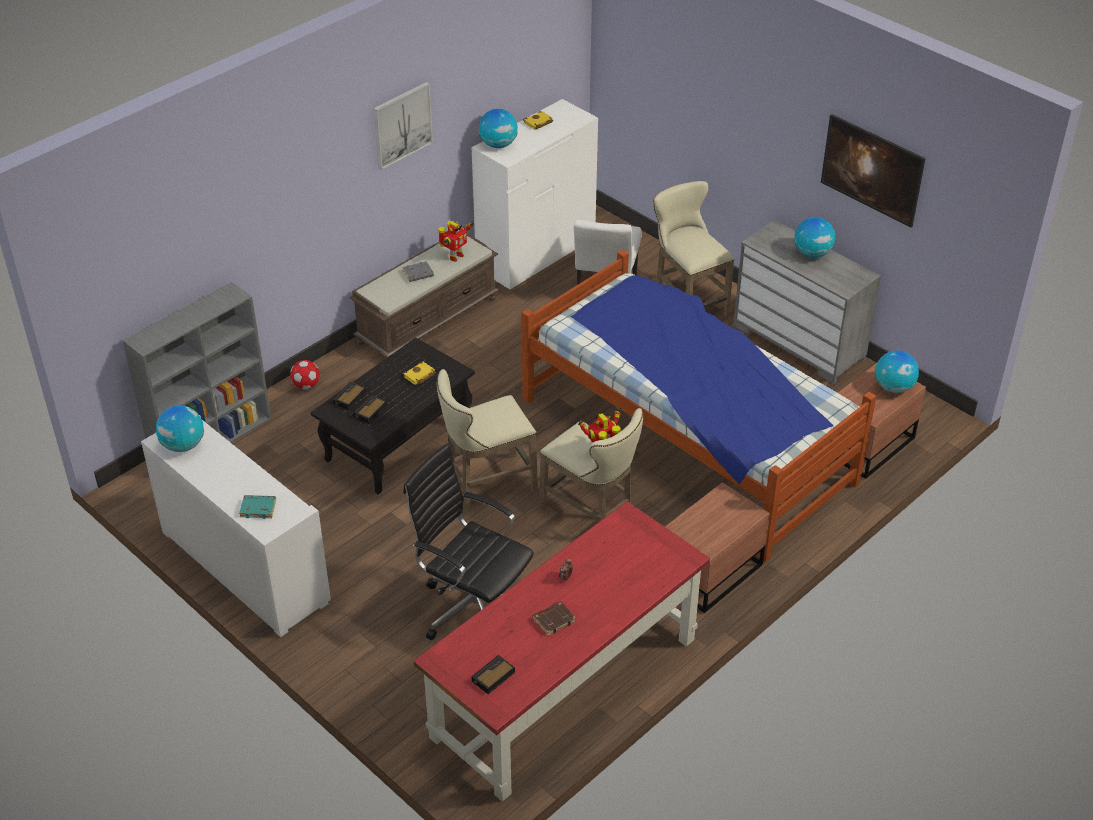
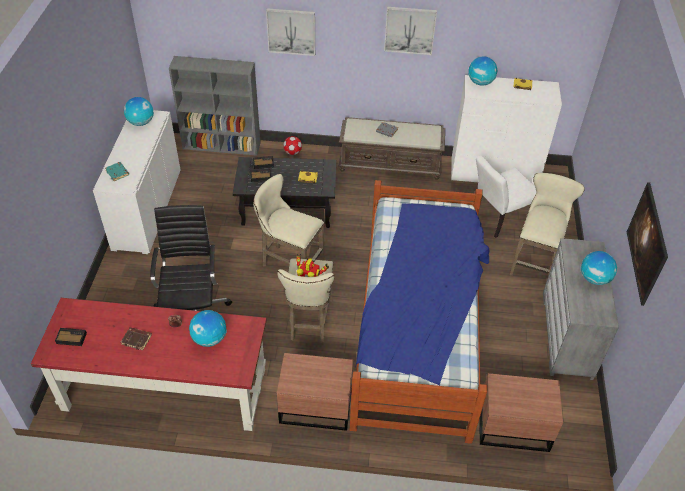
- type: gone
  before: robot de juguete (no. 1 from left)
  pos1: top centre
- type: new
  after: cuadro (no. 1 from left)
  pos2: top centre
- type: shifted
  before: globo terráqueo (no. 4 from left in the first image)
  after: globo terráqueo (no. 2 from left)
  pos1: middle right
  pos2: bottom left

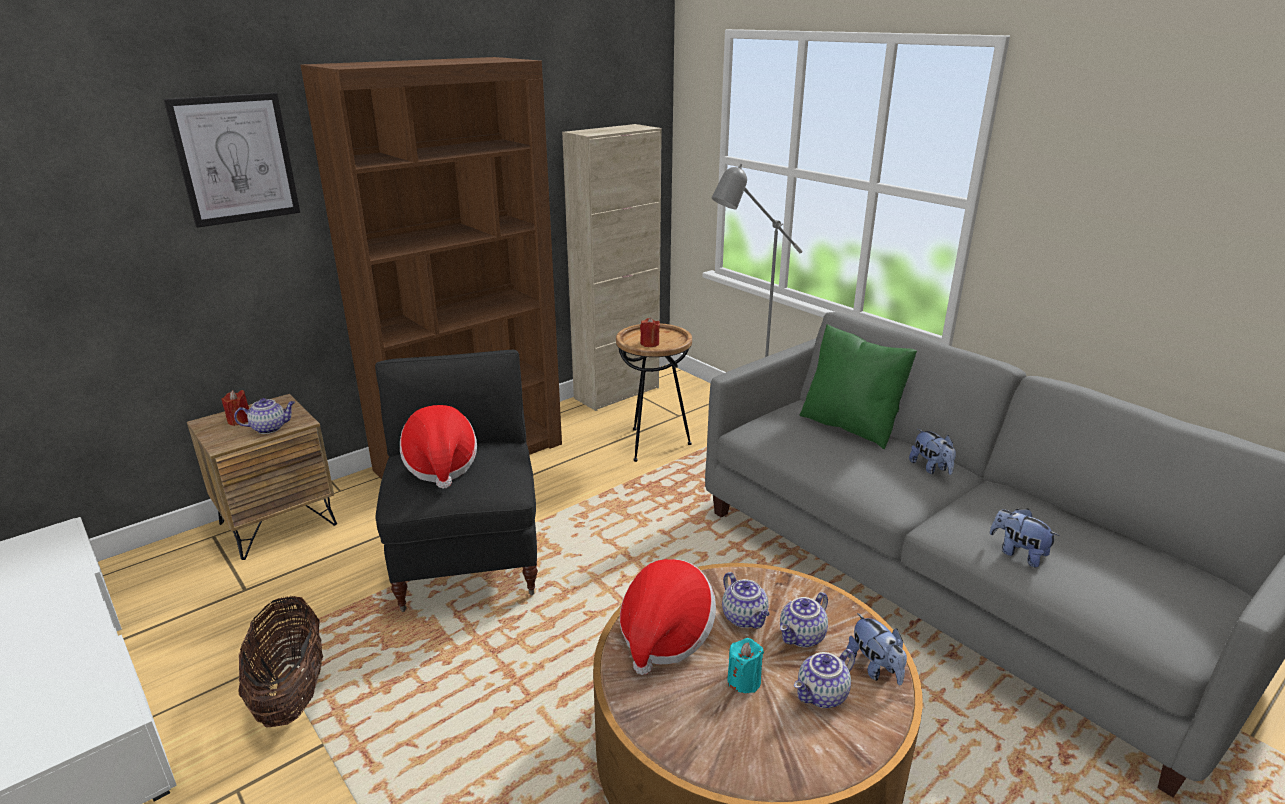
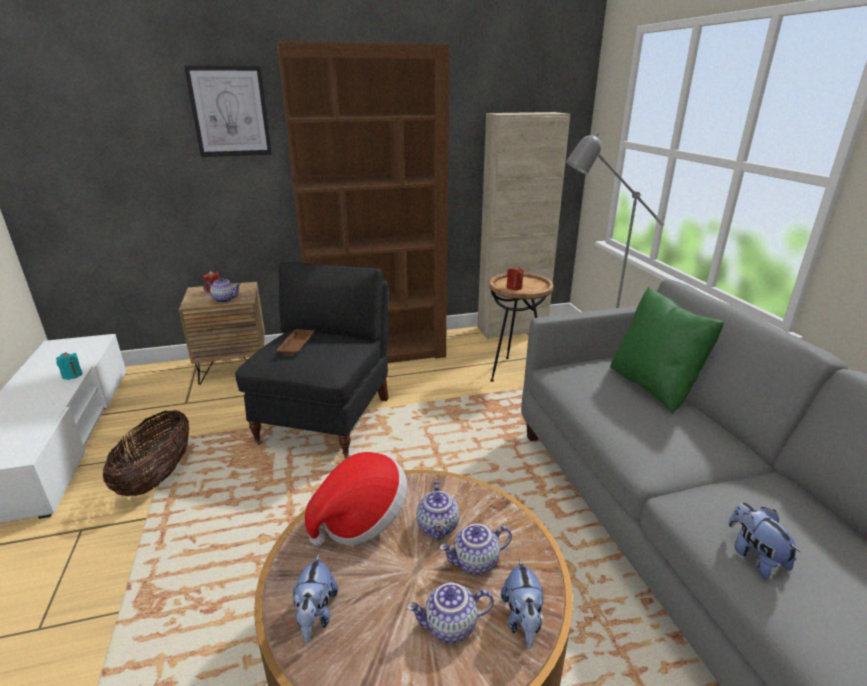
- type: shifted
  before: vela (turquesa)
  pos1: bottom centre
  pos2: middle left
- type: shifted
  before: peluche (no. 2 from left in the first image)
  after: peluche (no. 1 from left)
  pos1: middle right
  pos2: bottom centre
- type: swapped
  before: sombrero (no. 1 from left)
  after: bandeja (marrón)
  pos1: centre
  pos2: centre

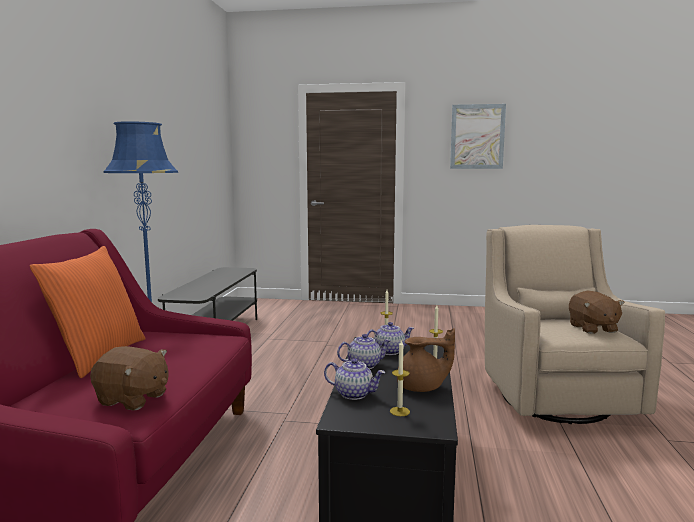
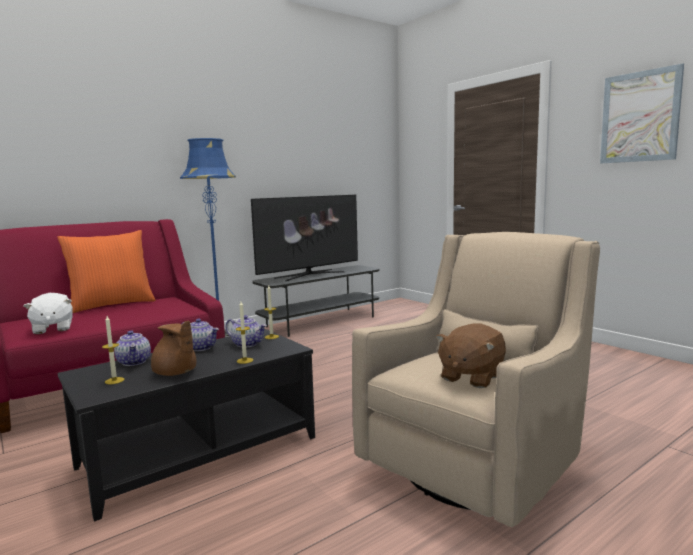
- type: new
  after: televisor
  pos2: centre
- type: repainted
  before: peluche (marrón) (no. 1 from left)
  after: peluche (blanco)
  pos1: bottom left
  pos2: middle left

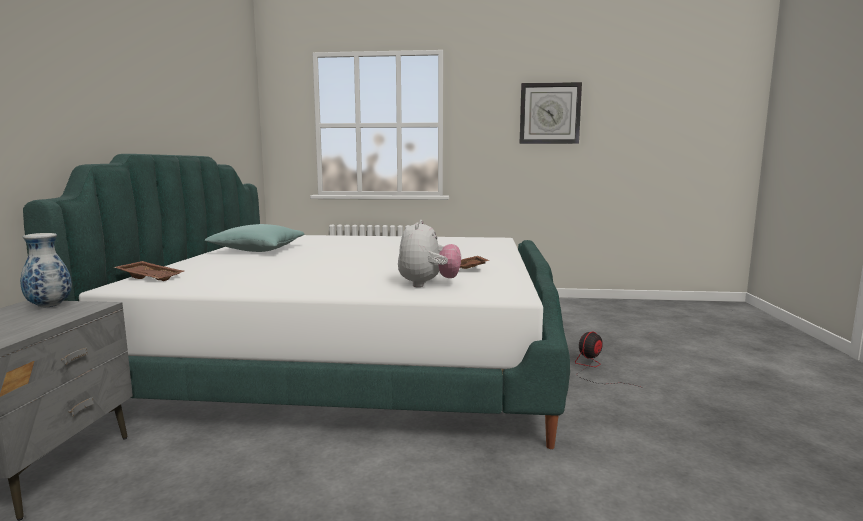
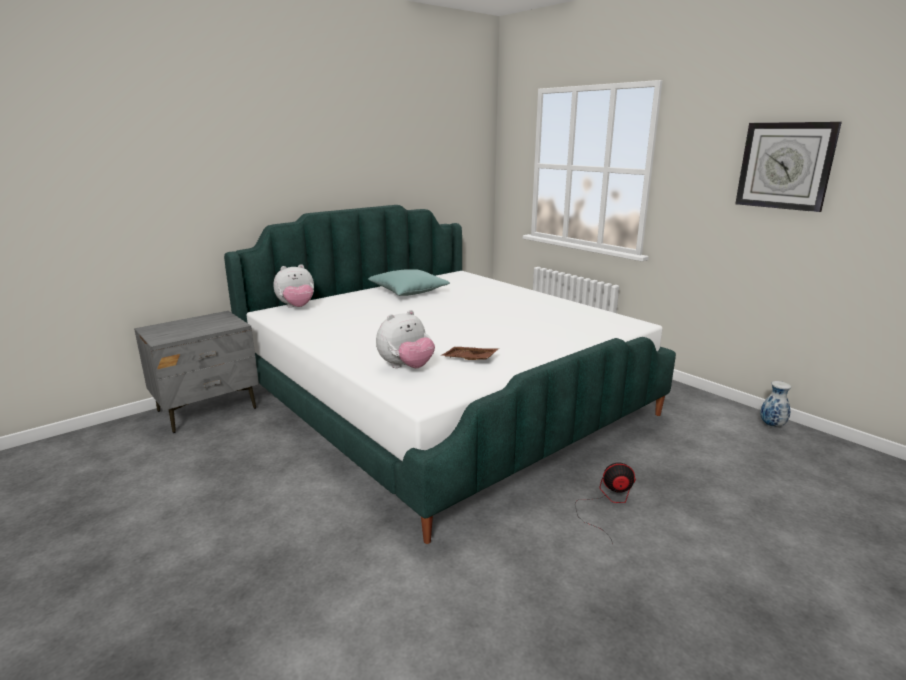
- type: shifted
  before: florero
  pos1: middle left
  pos2: middle right
- type: swapped
  before: bandeja (marrón) (no. 1 from left)
  after: peluche (no. 1 from left)
  pos1: middle left
  pos2: middle left

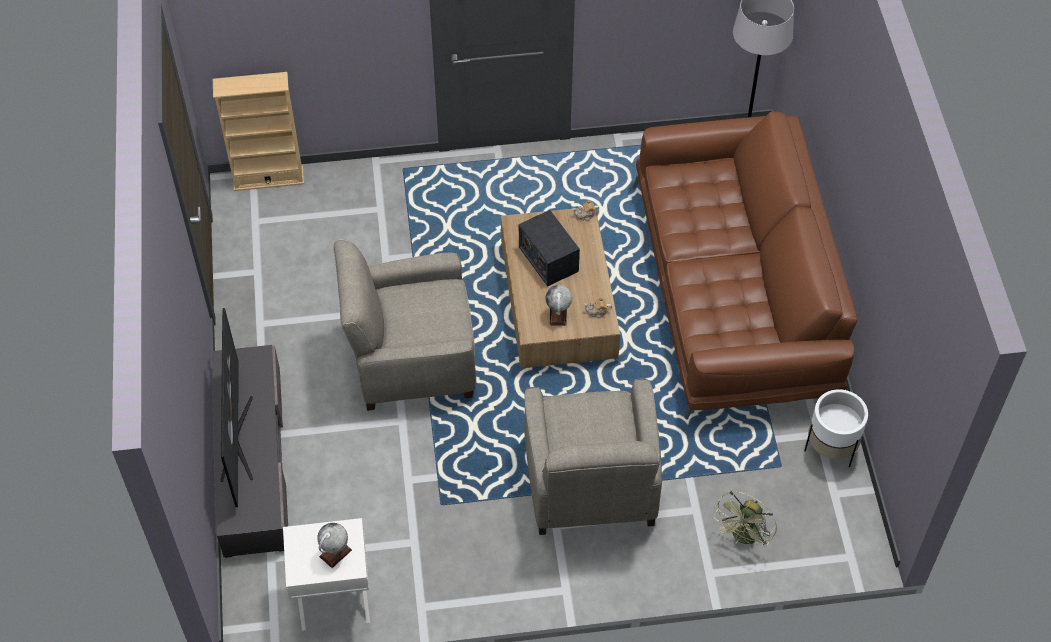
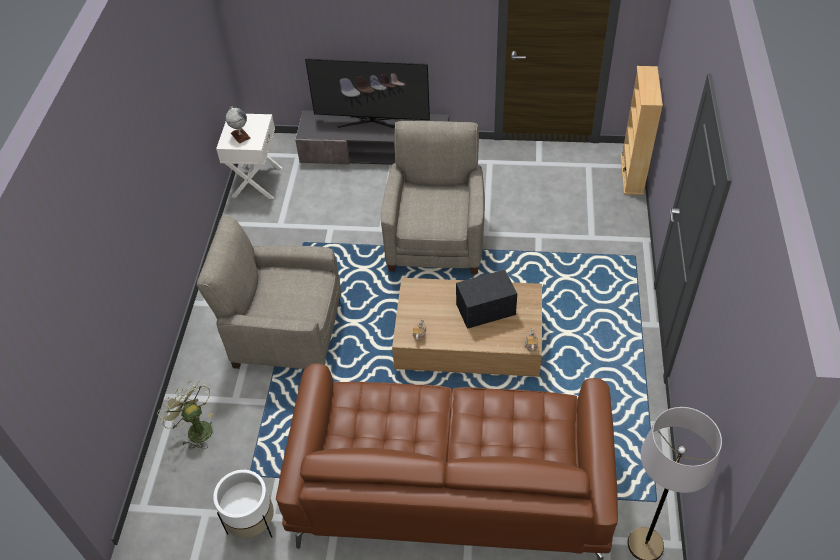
- type: gone
  before: globo terráqueo (no. 2 from left)
  pos1: centre

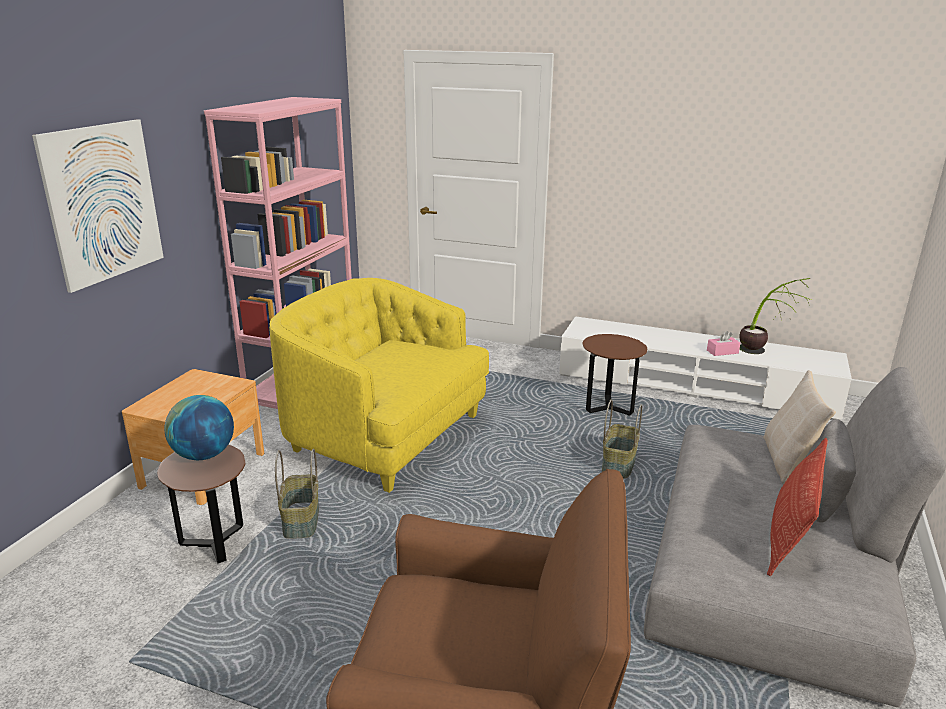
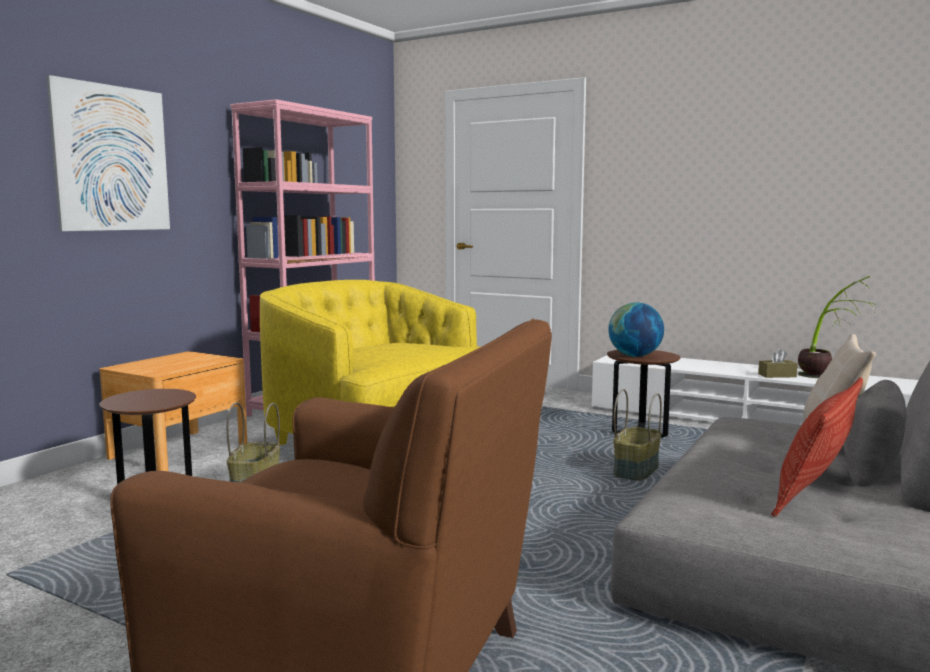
- type: shifted
  before: globo terráqueo
  pos1: middle left
  pos2: middle right
- type: repainted
  before: caja de pañuelos (rosa)
  after: caja de pañuelos (marrón)
  pos1: middle right
  pos2: middle right

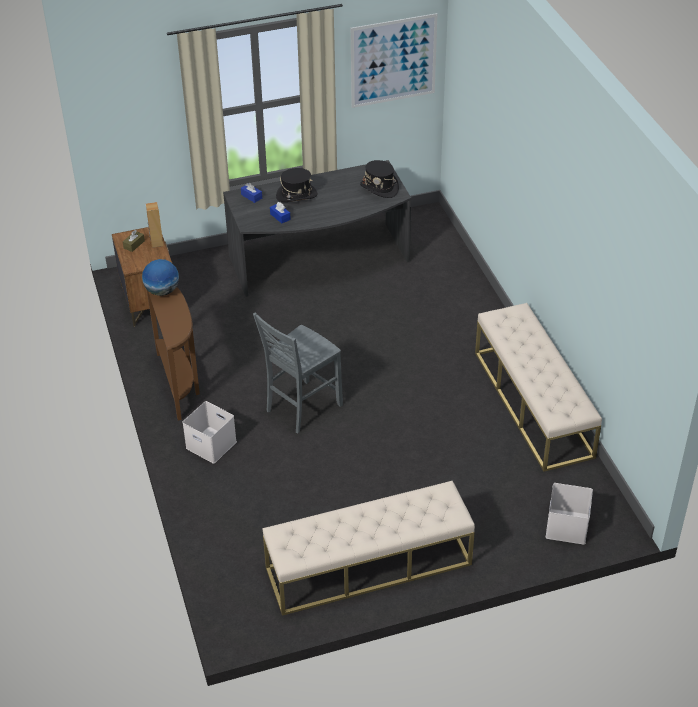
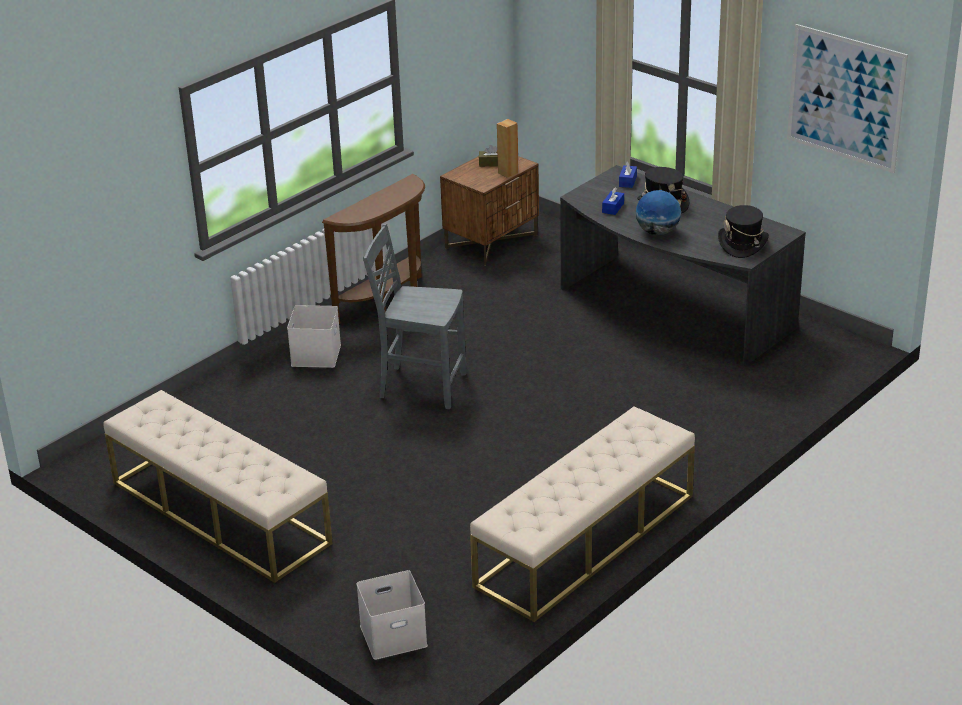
- type: shifted
  before: globo terráqueo
  pos1: middle left
  pos2: top right

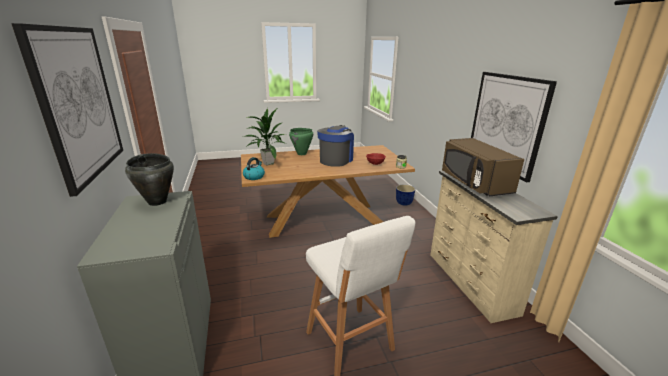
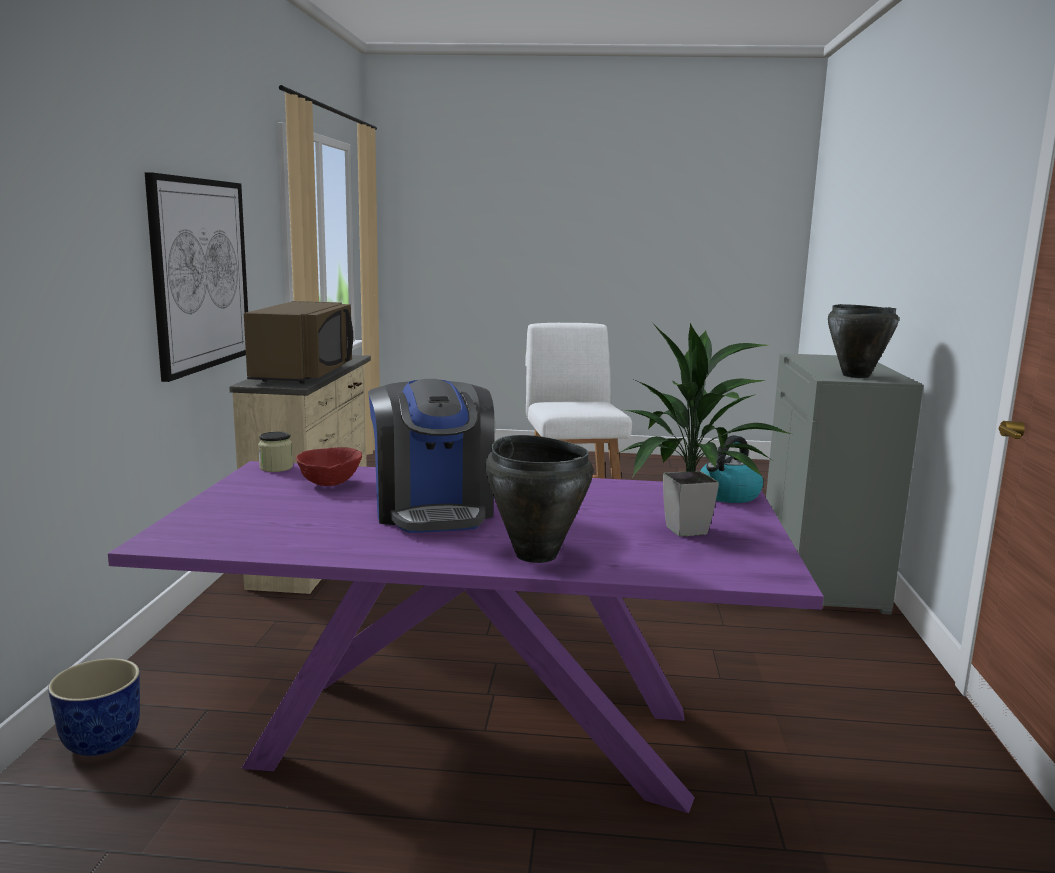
- type: gone
  before: cuadro (no. 1 from left)
  pos1: top left
- type: repainted
  before: mesa de comedor (marrón)
  after: mesa de comedor (morado)
  pos1: centre
  pos2: bottom centre
- type: repainted
  before: olla (verde)
  after: olla (negro) (no. 1 from left)
  pos1: centre
  pos2: centre
- type: rotated
  before: cafetera
  pos1: centre
  pos2: centre
  turn: -60

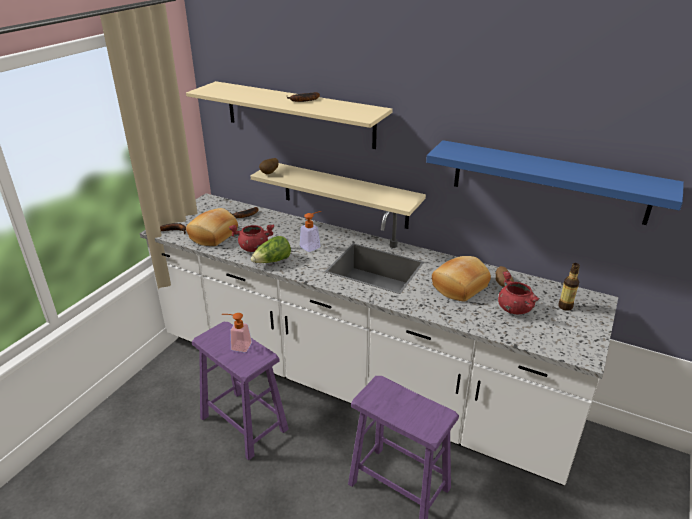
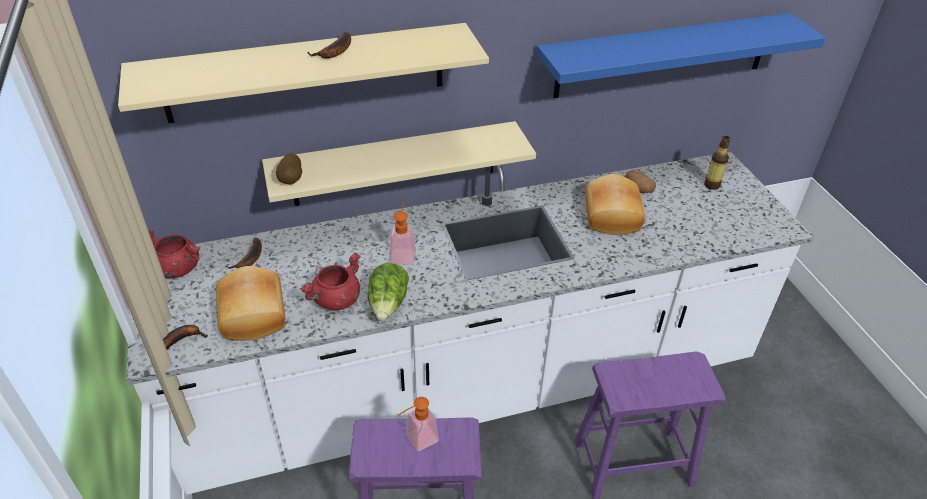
- type: shifted
  before: olla (rojo) (no. 2 from left in the first image)
  after: olla (rojo) (no. 1 from left)
  pos1: middle right
  pos2: middle left

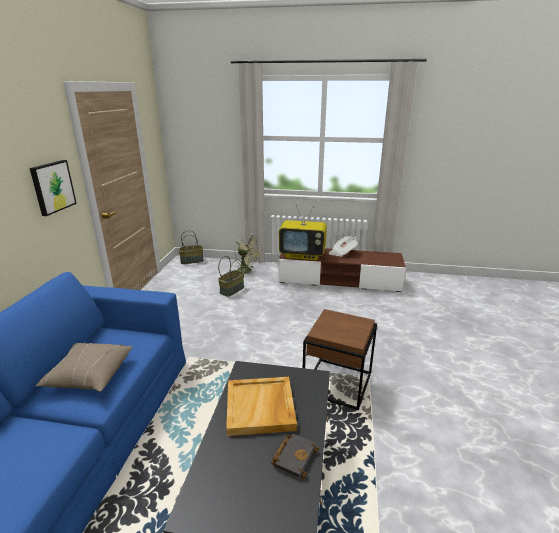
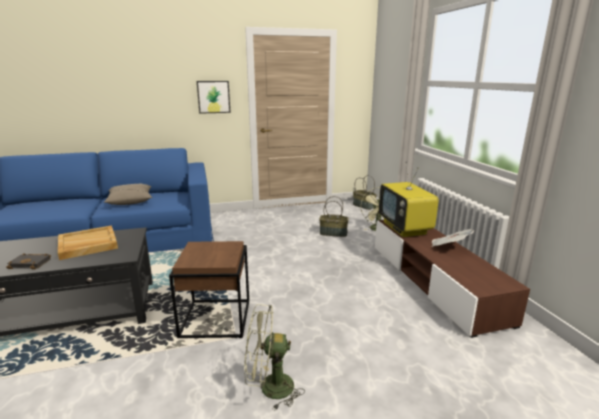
- type: new
  after: ventilador (verde) (no. 1 from left)
  pos2: bottom centre

